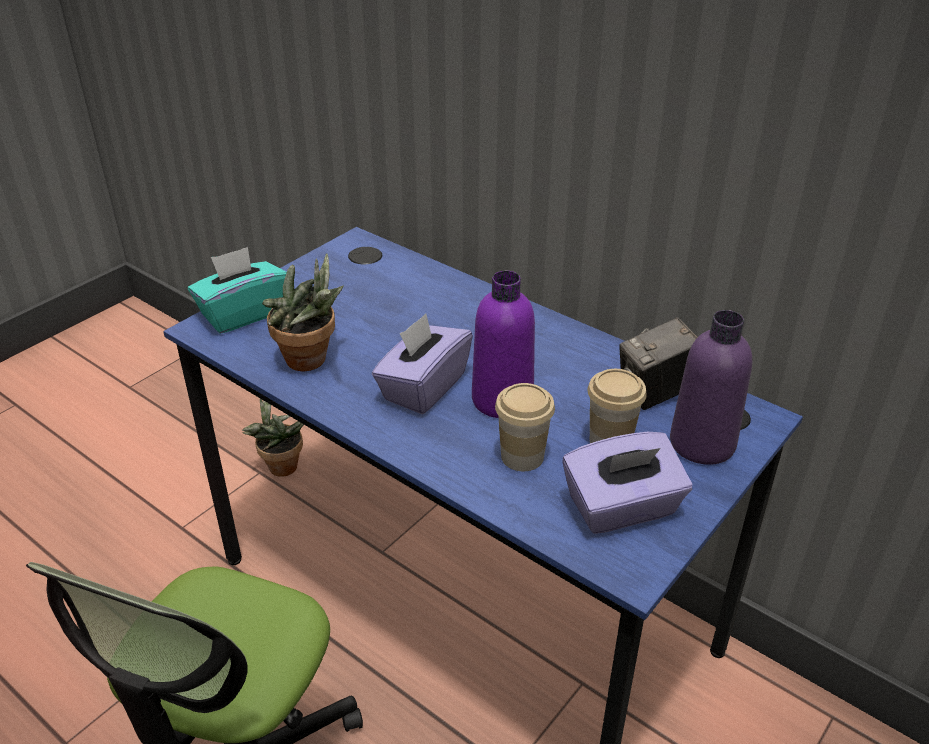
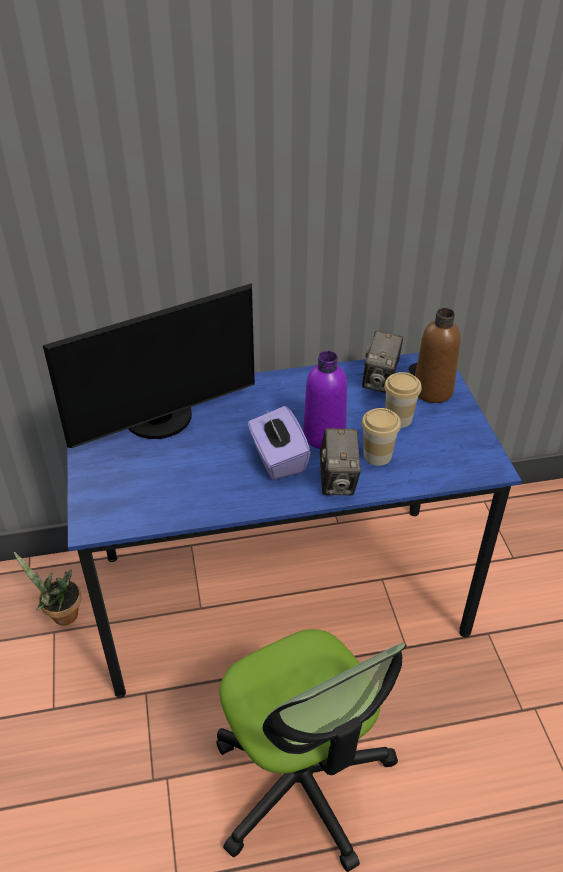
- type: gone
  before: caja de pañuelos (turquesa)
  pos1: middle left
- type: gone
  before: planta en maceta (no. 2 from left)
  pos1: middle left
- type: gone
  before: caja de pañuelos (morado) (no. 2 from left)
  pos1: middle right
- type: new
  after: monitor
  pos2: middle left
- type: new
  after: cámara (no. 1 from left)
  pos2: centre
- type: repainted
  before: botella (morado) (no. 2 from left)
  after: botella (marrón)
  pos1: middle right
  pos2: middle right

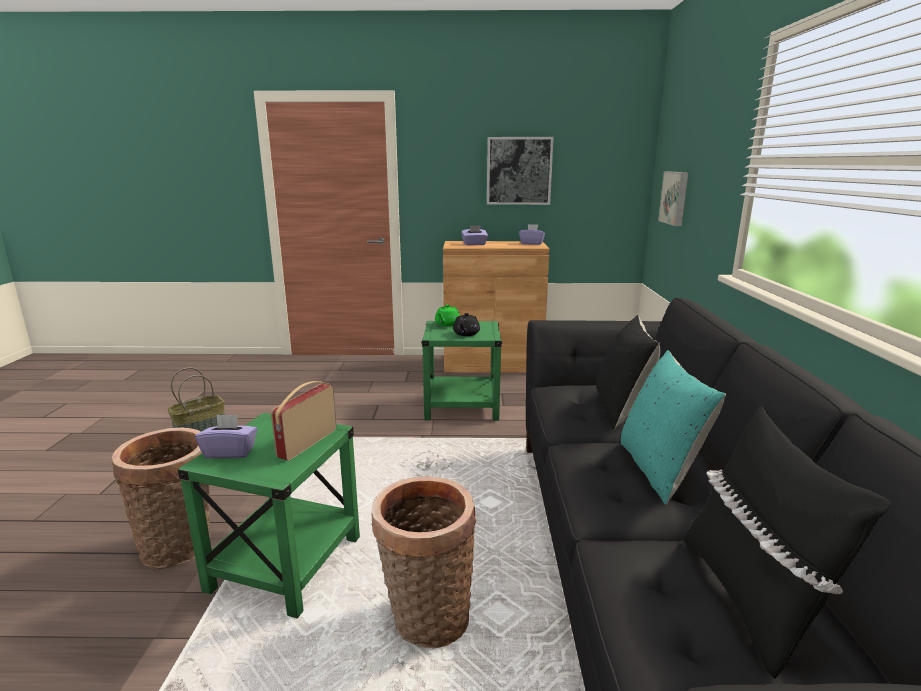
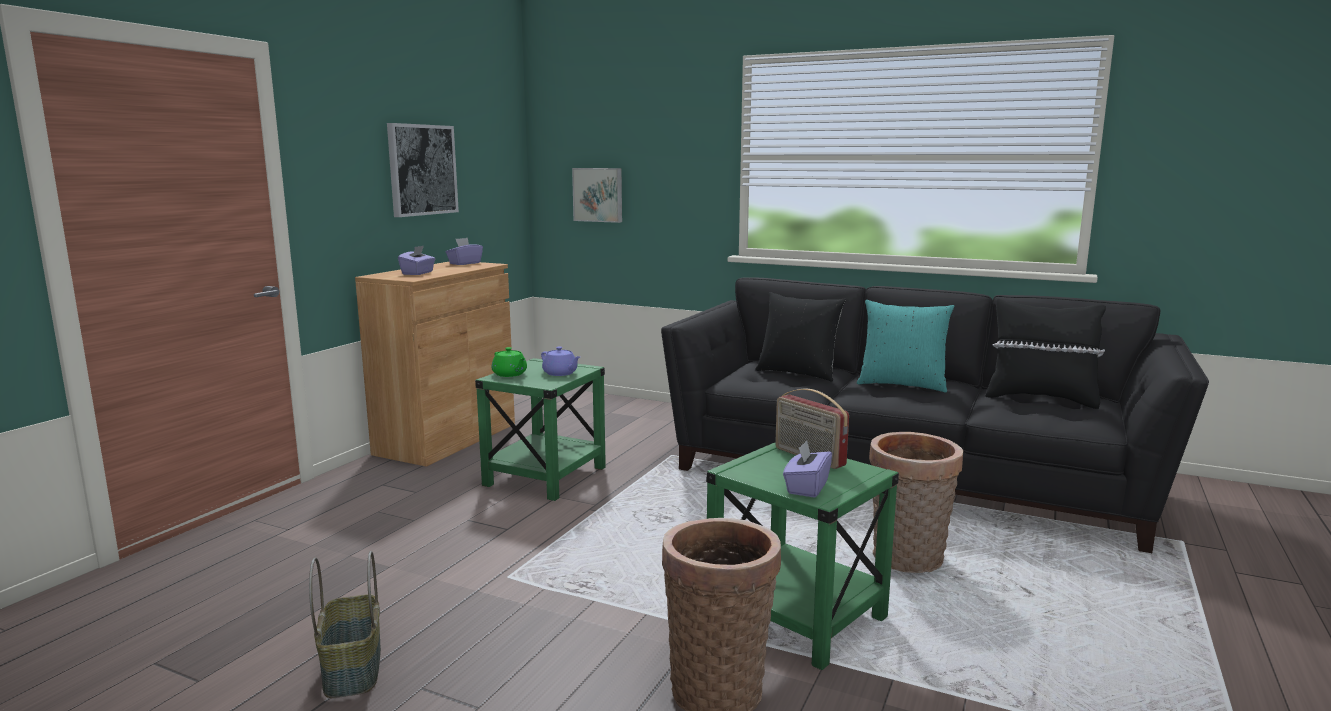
- type: repainted
  before: tetera (negro)
  after: tetera (morado)
  pos1: centre
  pos2: centre

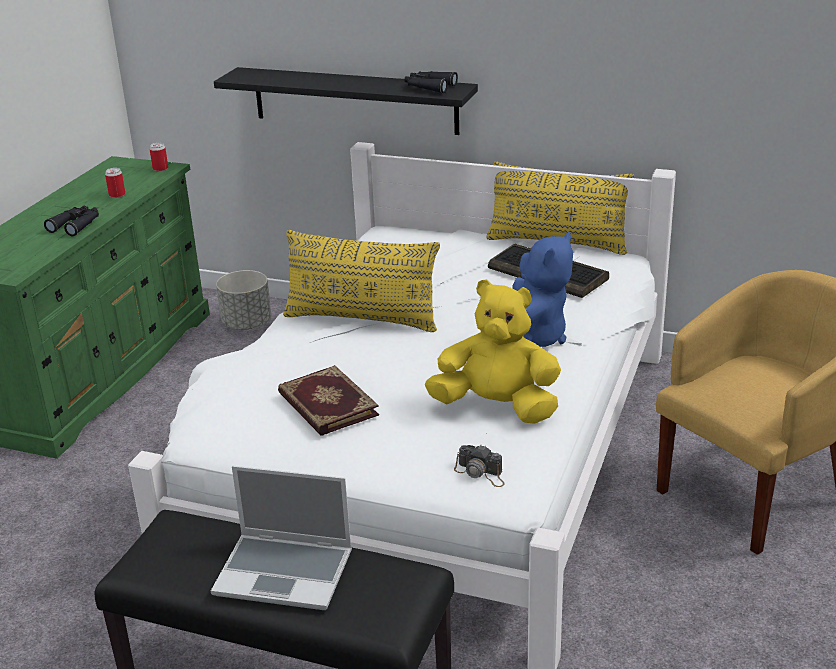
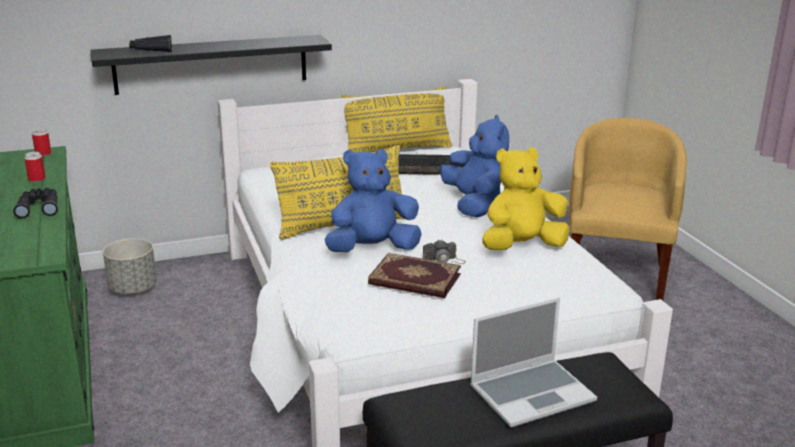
- type: new
  after: peluche (azul) (no. 1 from left)
  pos2: centre
- type: shifted
  before: prismáticos (negro) (no. 2 from left)
  pos1: top centre
  pos2: top left
- type: shifted
  before: cámara
  pos1: bottom centre
  pos2: centre

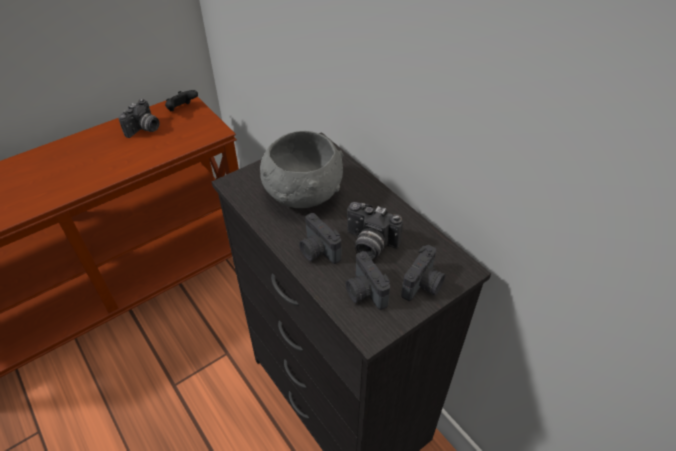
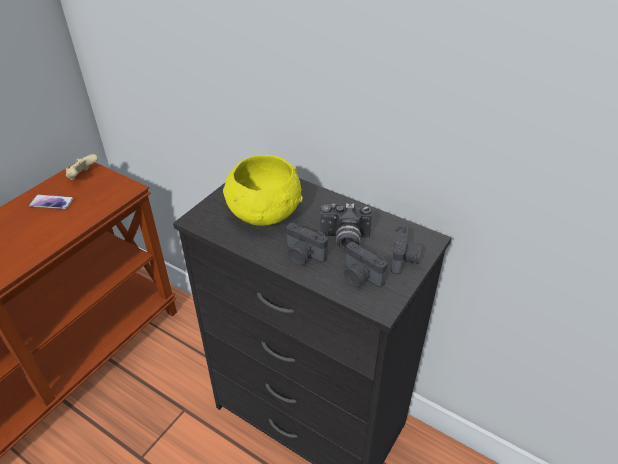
- type: swapped
  before: cámara (no. 1 from left)
  after: móvil
  pos1: top left
  pos2: middle left
- type: repainted
  before: mando de consola (negro)
  after: mando de consola (beis)
  pos1: top left
  pos2: middle left
- type: repainted
  before: cuenco (gris)
  after: cuenco (amarillo)
  pos1: centre
  pos2: centre

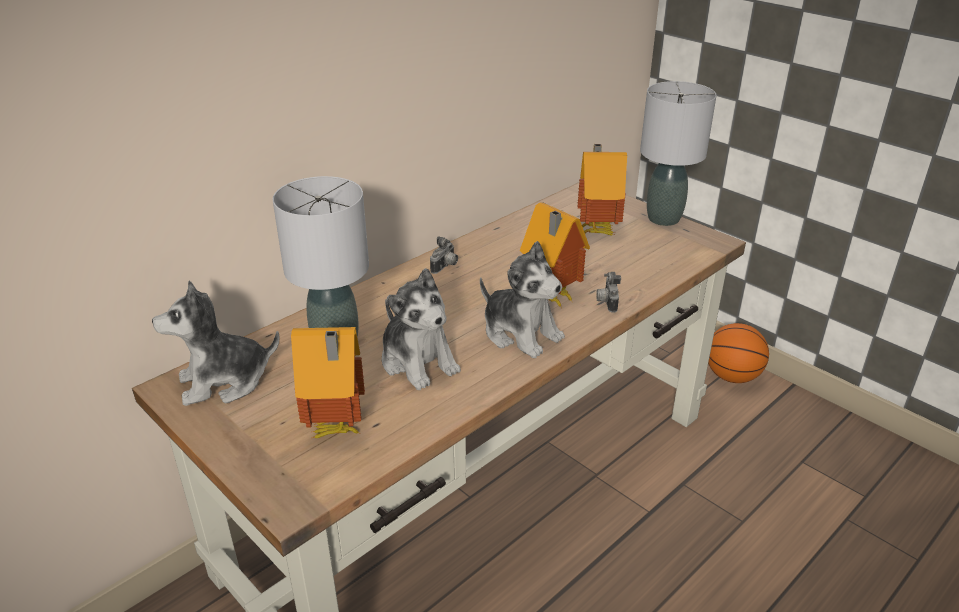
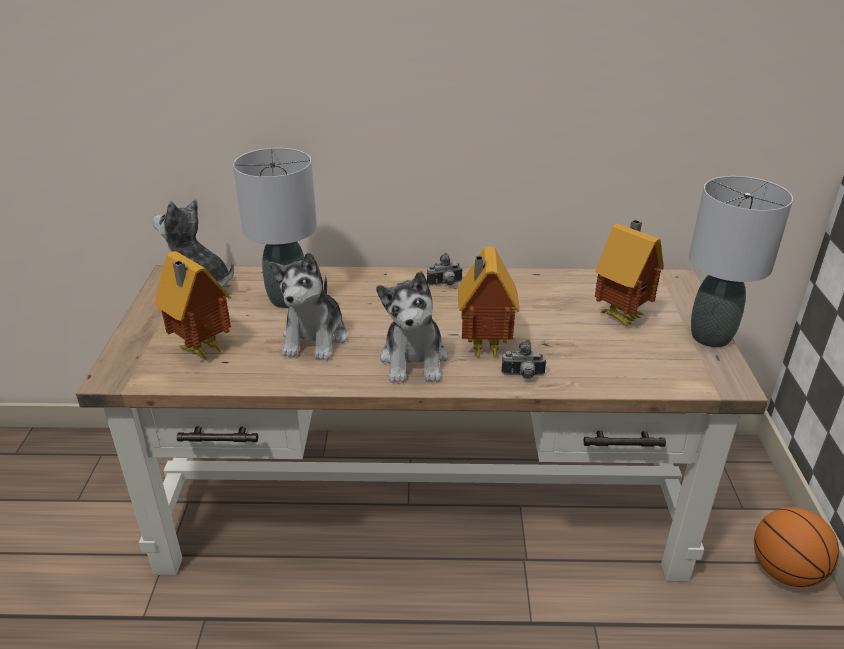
- type: rotated
  before: cámara (no. 2 from left)
  pos1: centre
  pos2: centre
  turn: -135

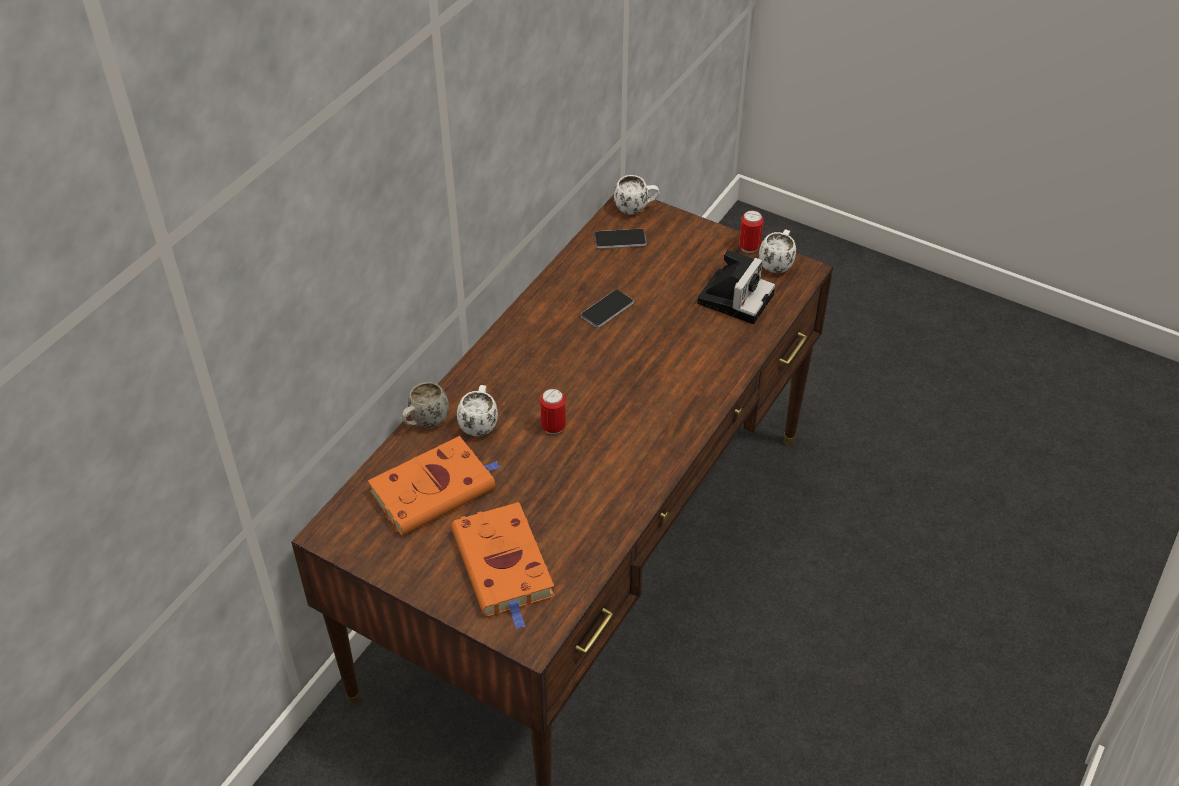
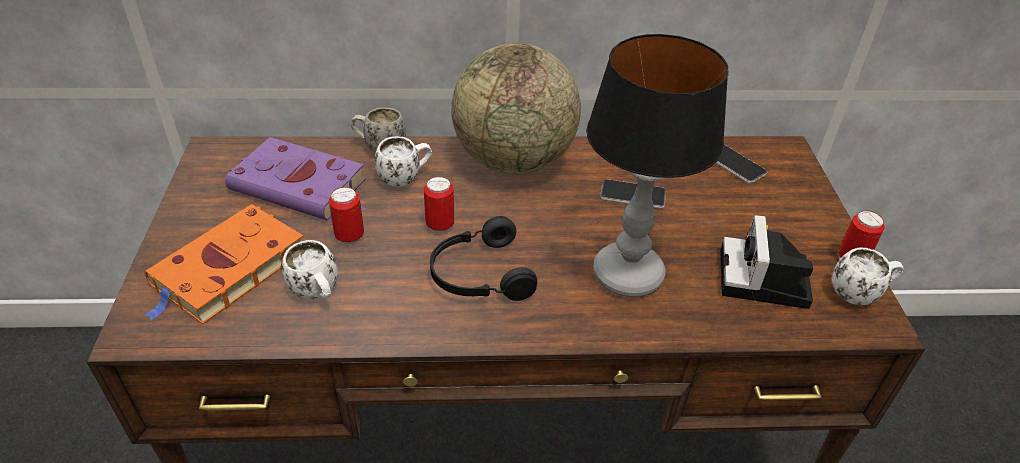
- type: new
  after: lata (no. 1 from left)
  pos2: centre
- type: new
  after: auriculares (negro)
  pos2: centre
- type: new
  after: globo terráqueo
  pos2: top centre
- type: new
  after: lámpara de mesa
  pos2: centre
- type: shifted
  before: taza grande (blanco) (no. 3 from left in the first image)
  after: taza grande (blanco) (no. 1 from left)
  pos1: top centre
  pos2: middle left
- type: repainted
  before: libro (naranja) (no. 1 from left)
  after: libro (morado)
  pos1: centre
  pos2: middle left
- type: rotated
  before: cámara
  pos1: centre
  pos2: middle right
  turn: 105

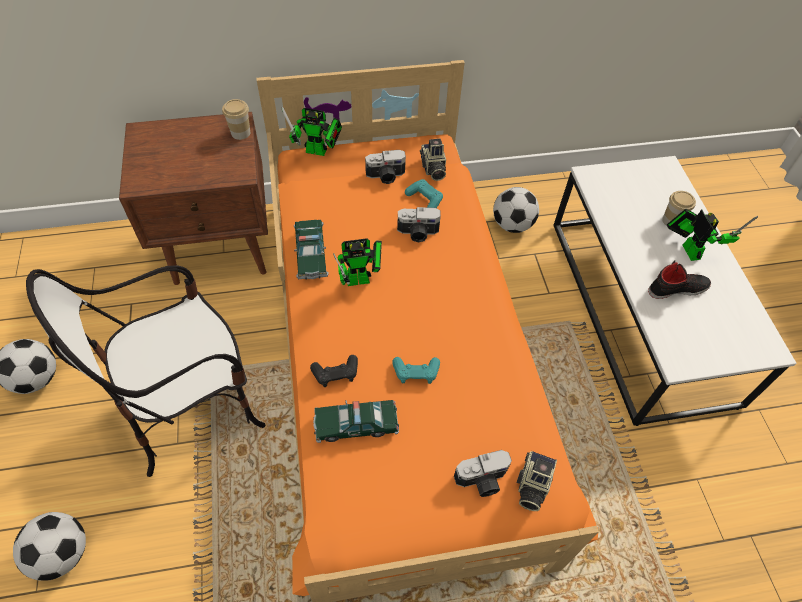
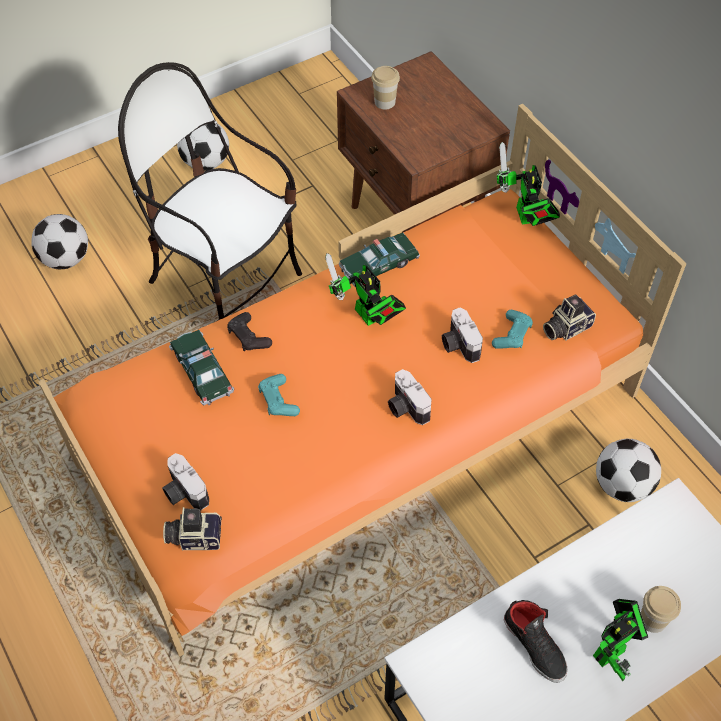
- type: shifted
  before: taza (no. 1 from left)
  pos1: top left
  pos2: top centre
- type: shifted
  before: cámara (no. 1 from left in the first image)
  after: cámara (no. 3 from left)
  pos1: top centre
  pos2: centre

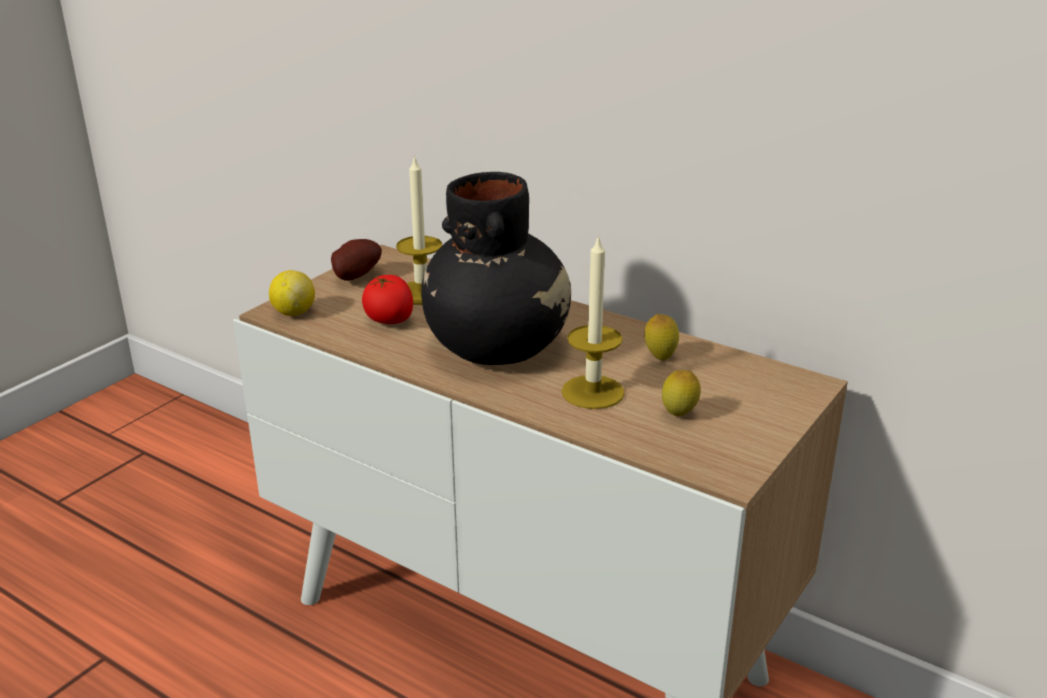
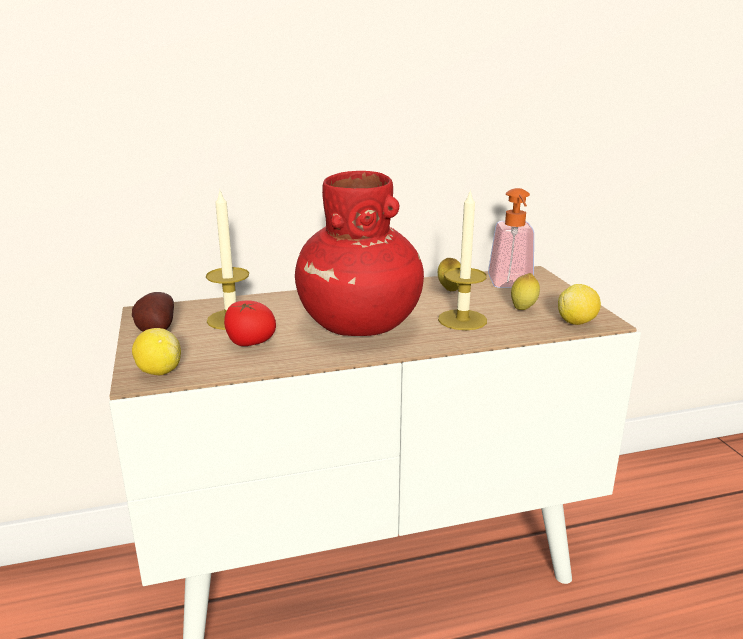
- type: new
  after: dispensador de jabón
  pos2: middle right
- type: new
  after: limón (no. 4 from left)
  pos2: middle right
- type: repainted
  before: florero (negro)
  after: florero (rojo)
  pos1: centre
  pos2: centre

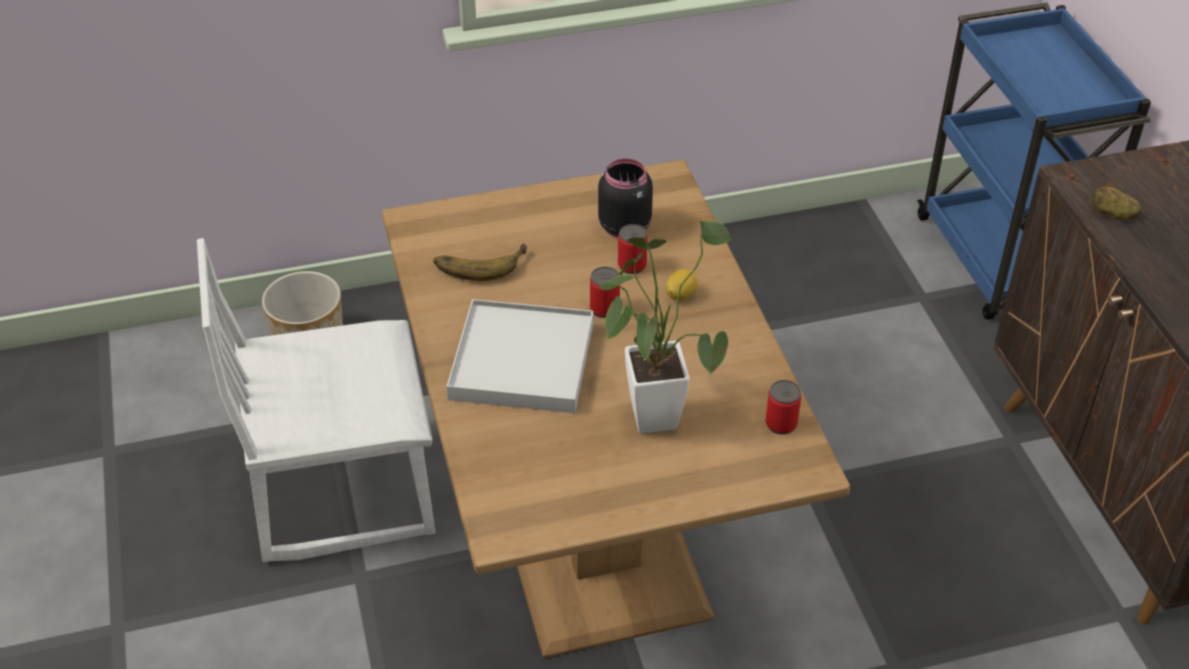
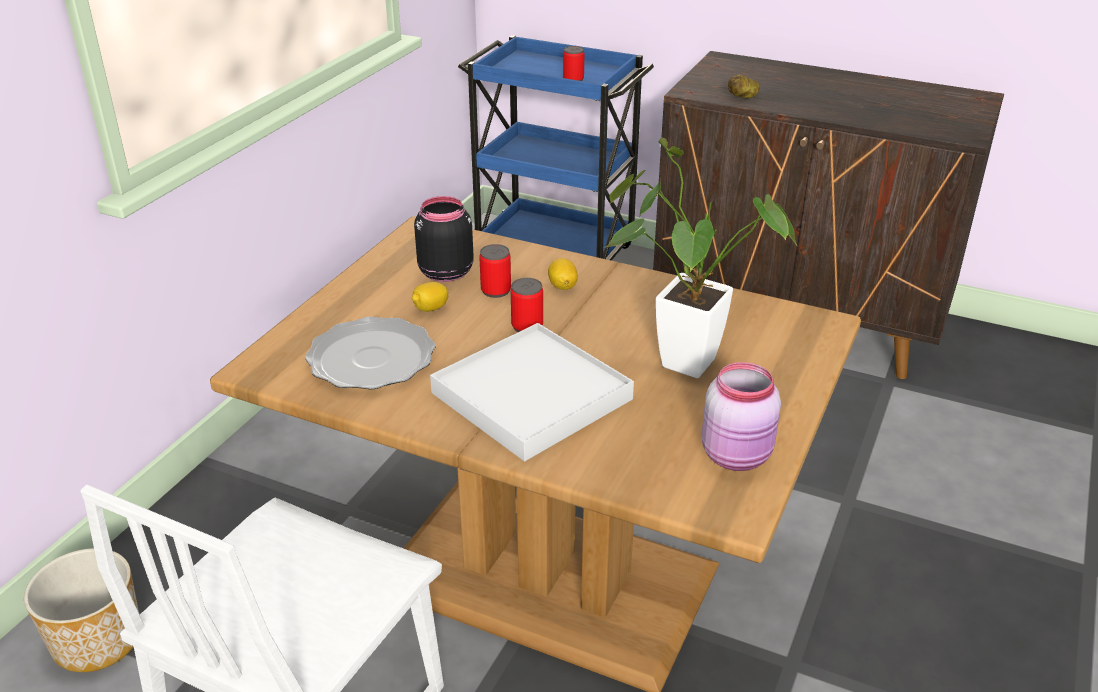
- type: new
  after: limón (no. 1 from left)
  pos2: centre
- type: new
  after: tarro (rosa)
  pos2: middle right
- type: shifted
  before: lata (no. 3 from left)
  pos1: centre
  pos2: top centre
- type: swapped
  before: plátano
  after: plato
  pos1: centre
  pos2: centre

